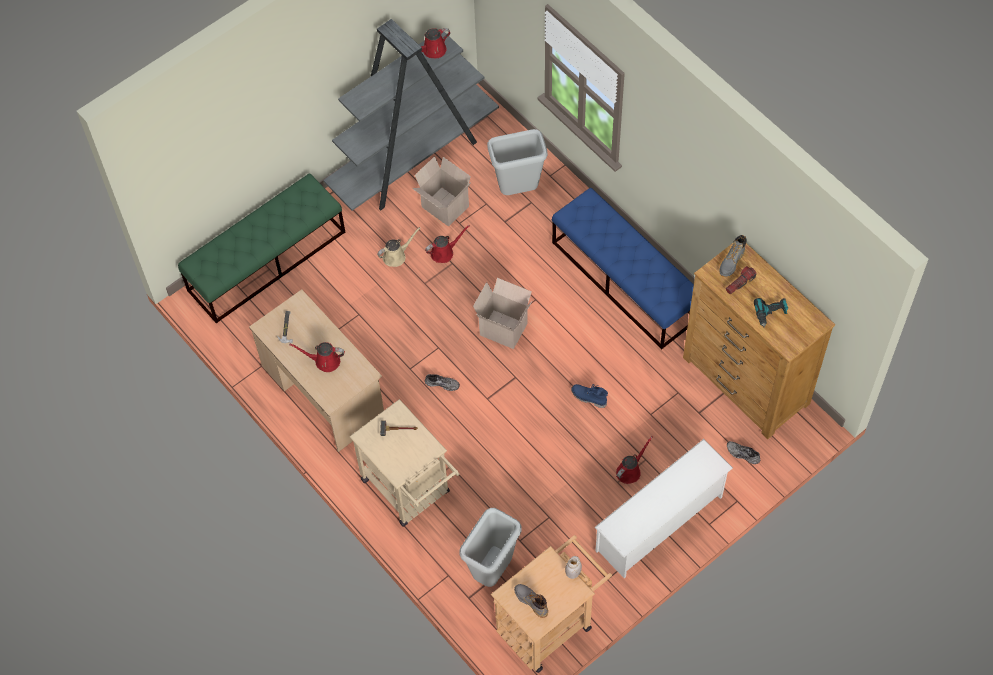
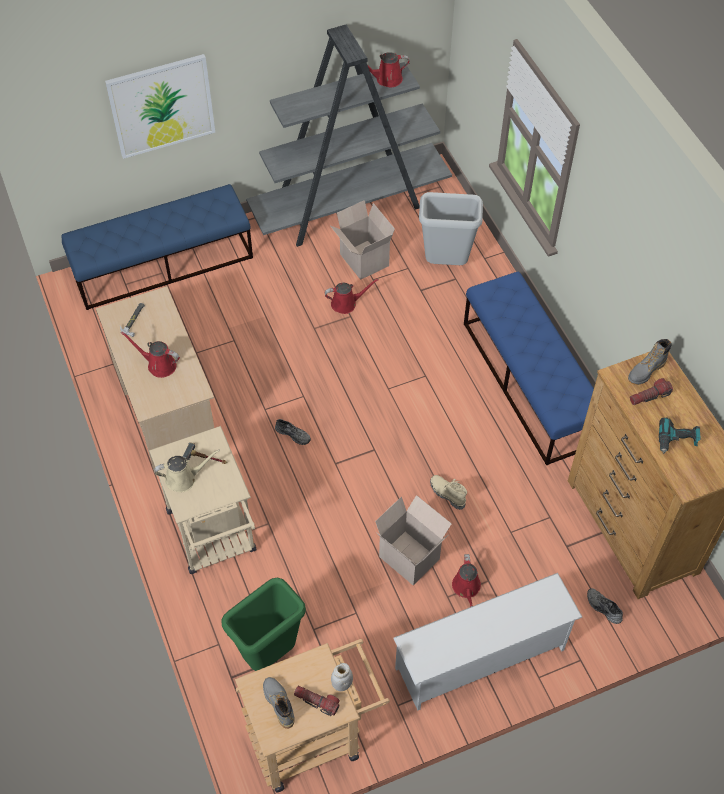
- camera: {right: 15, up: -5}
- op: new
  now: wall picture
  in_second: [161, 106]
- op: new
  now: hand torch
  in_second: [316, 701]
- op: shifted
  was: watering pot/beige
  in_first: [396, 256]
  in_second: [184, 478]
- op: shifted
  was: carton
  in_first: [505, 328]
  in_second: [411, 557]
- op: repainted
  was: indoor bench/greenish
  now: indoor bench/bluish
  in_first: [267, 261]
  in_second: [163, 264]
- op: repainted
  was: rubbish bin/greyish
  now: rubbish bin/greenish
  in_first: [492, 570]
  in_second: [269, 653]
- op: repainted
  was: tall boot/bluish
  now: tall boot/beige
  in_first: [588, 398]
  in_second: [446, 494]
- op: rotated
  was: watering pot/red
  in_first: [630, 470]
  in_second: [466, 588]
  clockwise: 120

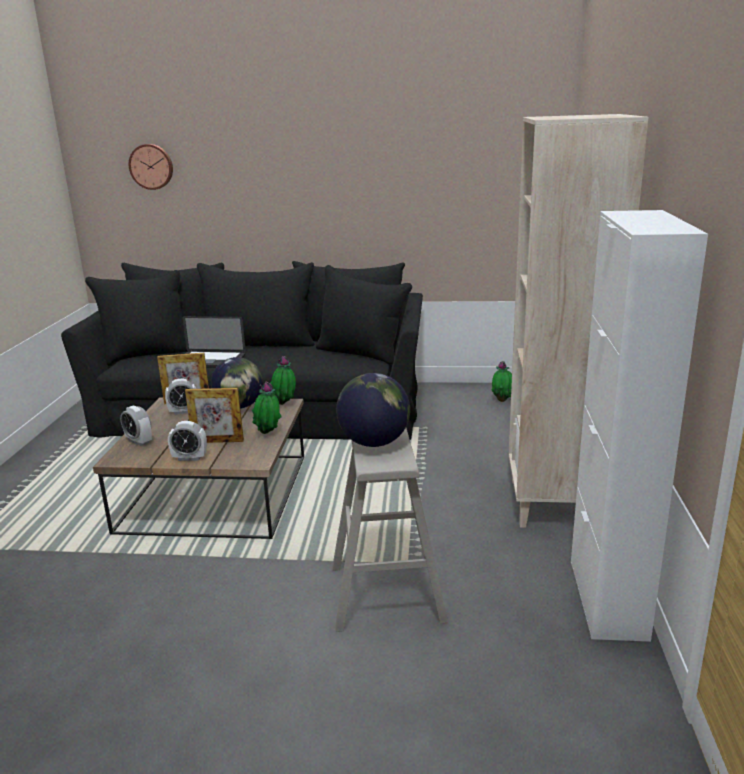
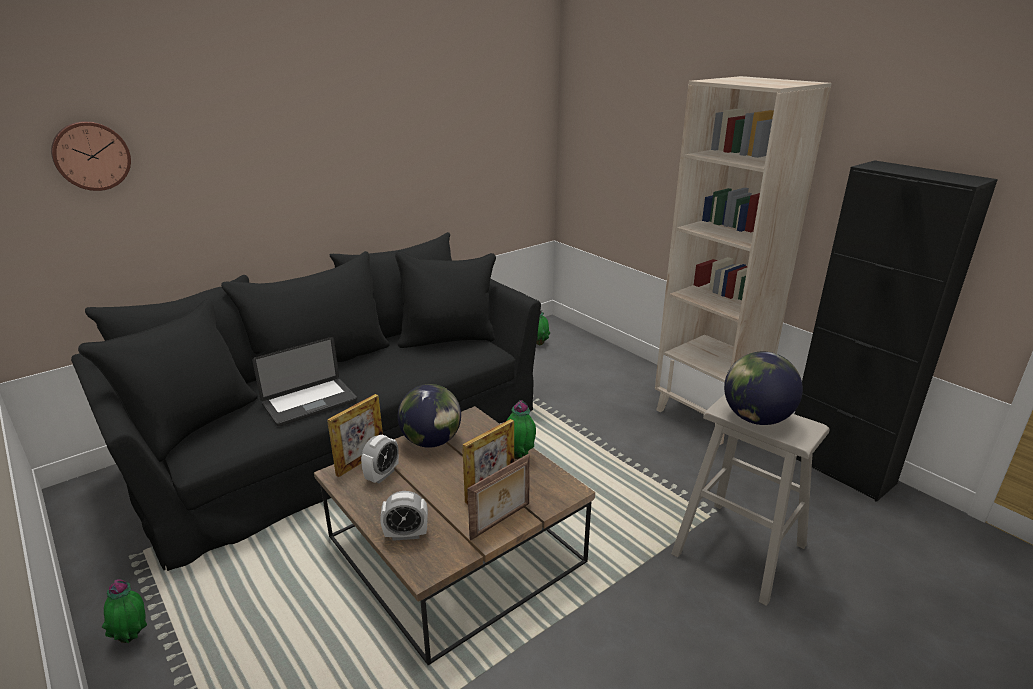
- camera: {right: -45, up: 5}
- op: shifted
  was: plant in a pot
  in_first: [285, 404]
  in_second: [133, 637]
- op: swapped
  was: table clock
  now: picture frame
  in_first: [189, 458]
  in_second: [501, 521]
- op: repainted
  was: storage cabinet/whitish
  now: storage cabinet/black-coloured
  in_first: [607, 599]
  in_second: [839, 468]

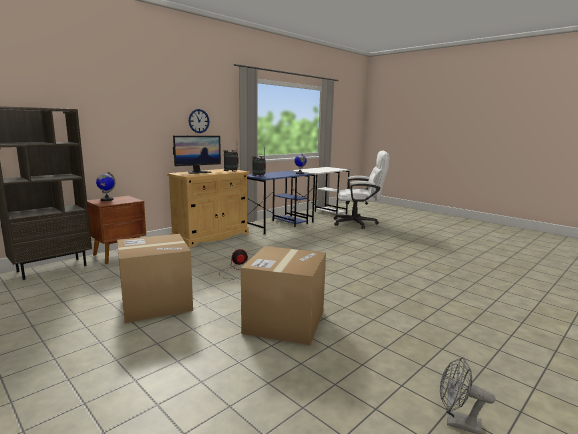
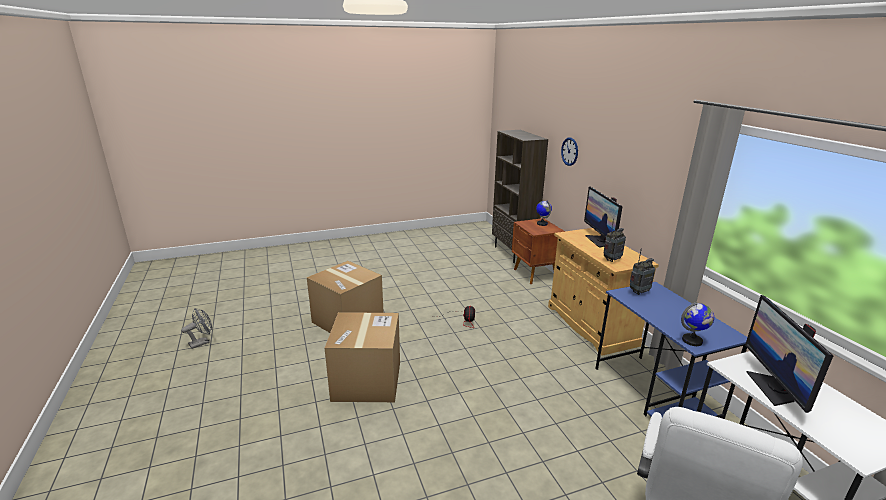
- camera: {right: 115, up: 10}
- op: new
  now: computer display
  in_second: [773, 388]
- op: shifted
  was: carton
  in_first: [156, 303]
  in_second: [367, 381]
- op: shifted
  was: hanging clock
  in_first: [198, 121]
  in_second: [569, 151]

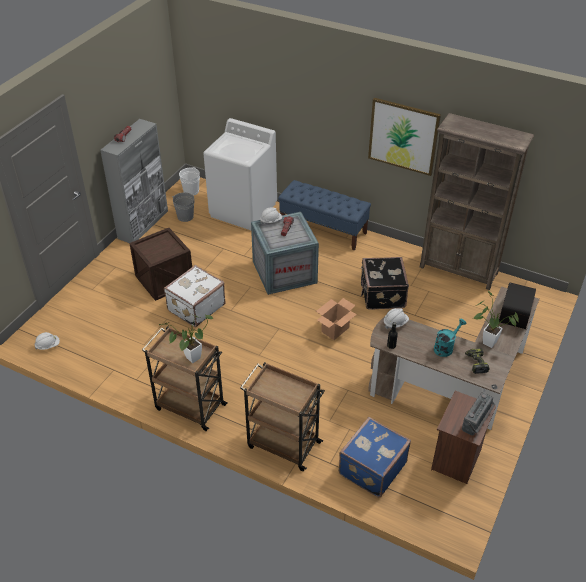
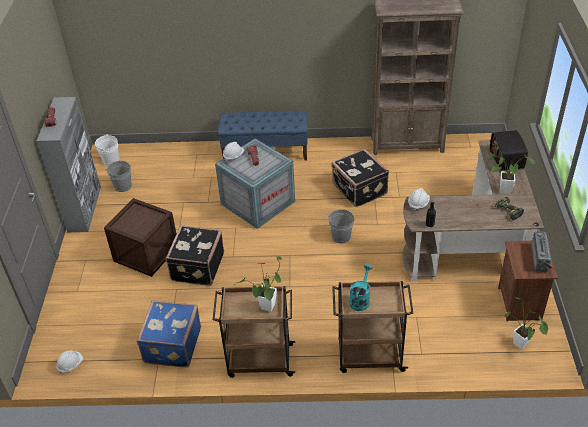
- camera: {right: -25, up: 0}
- op: gone
  was: laundry appliance/whitish
  in_first: [243, 210]
- op: gone
  was: wall picture
  in_first: [403, 136]
- op: new
  now: plant in a pot
  in_second: [522, 346]
- op: shifted
  was: piece of luggage/bluish
  in_first: [371, 468]
  in_second: [171, 345]
- op: shifted
  was: watering pot/turquoise
  in_first: [445, 347]
  in_second: [360, 299]
- op: swapped
  was: carton
  now: pail/greyish
  in_first: [335, 330]
  in_second: [341, 236]
- op: repainted
  was: piece of luggage/whitish
  now: piece of luggage/black-coloured
  in_first: [195, 307]
  in_second: [196, 267]

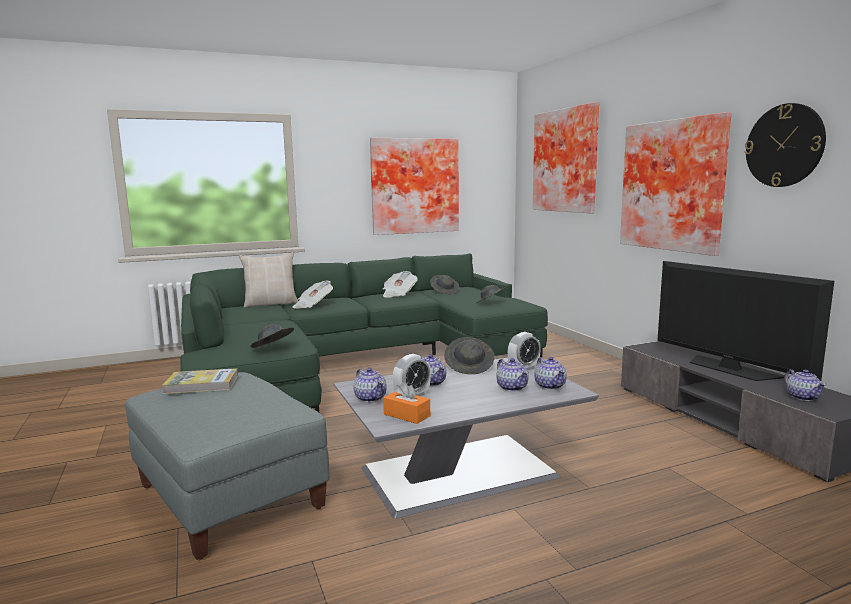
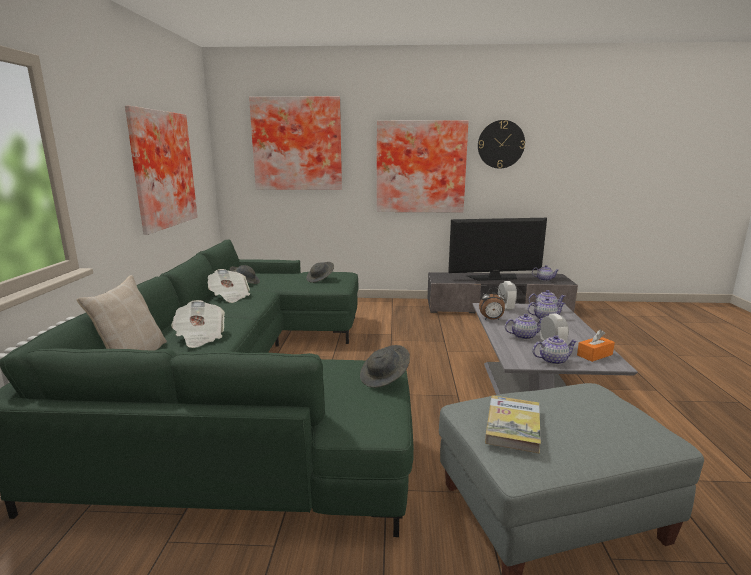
- camera: {right: -65, up: 5}
- op: swapped
  was: wearable hat/greyish
  now: table clock
  in_first: [469, 367]
  in_second: [491, 319]

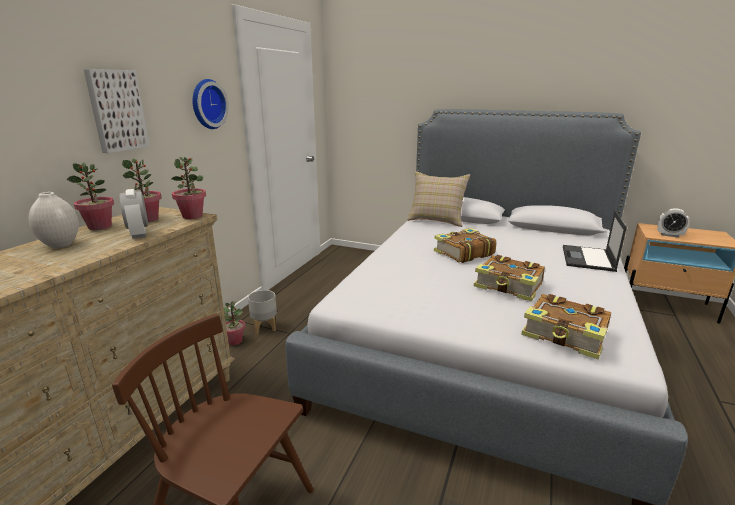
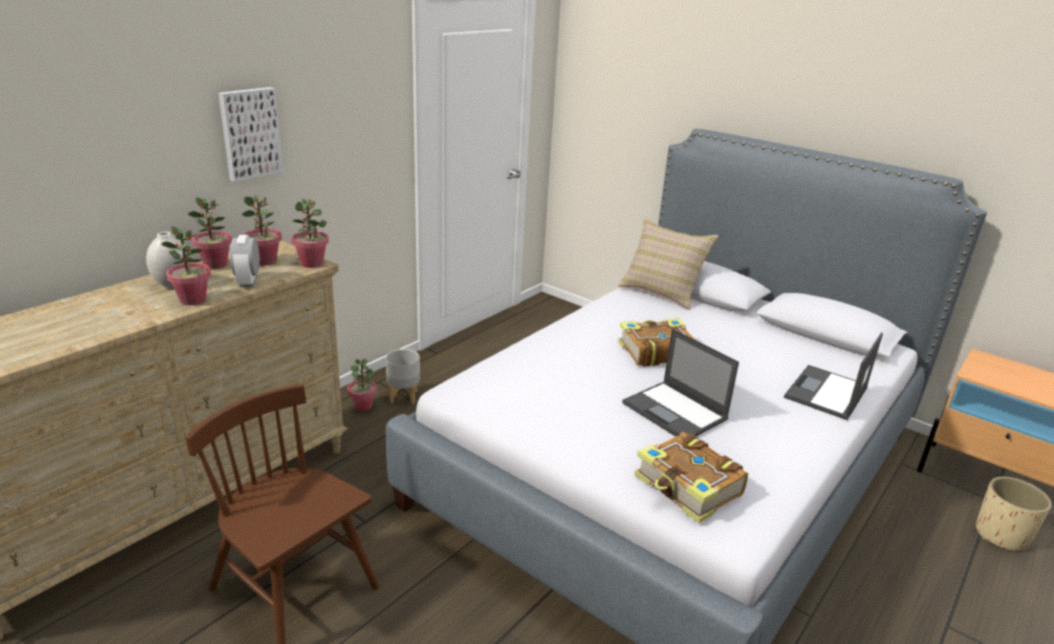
- camera: {right: 15, up: 5}
- op: gone
  was: hanging clock
  in_first: [207, 104]
- op: gone
  was: table clock
  in_first: [669, 235]
- op: new
  now: plant in a pot
  in_second: [193, 300]
- op: new
  now: planter/beige
  in_second: [1001, 535]
- op: swapped
  was: bound book
  now: portable computer
  in_first: [509, 286]
  in_second: [675, 411]

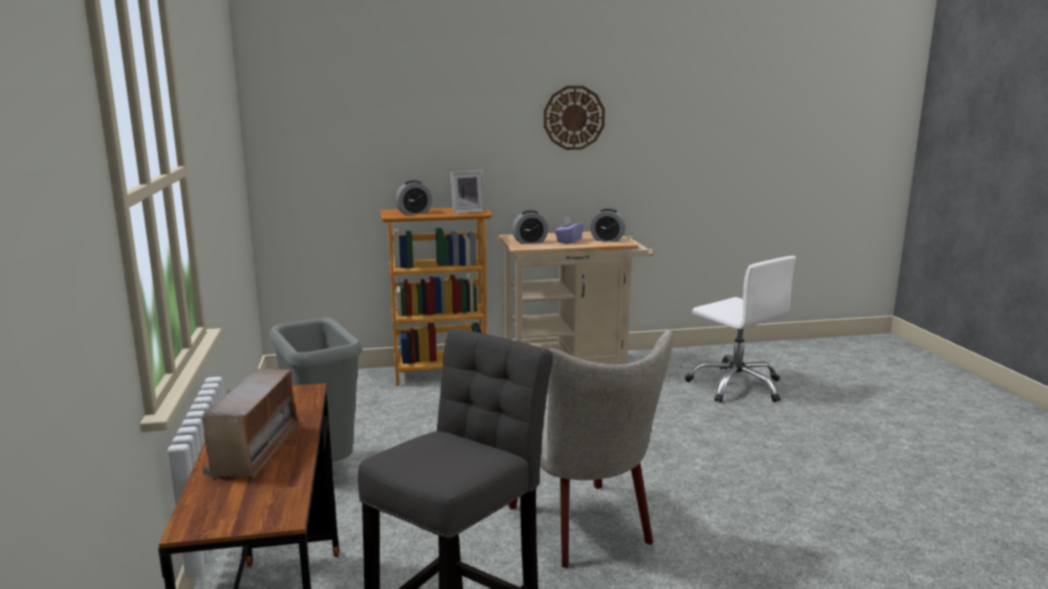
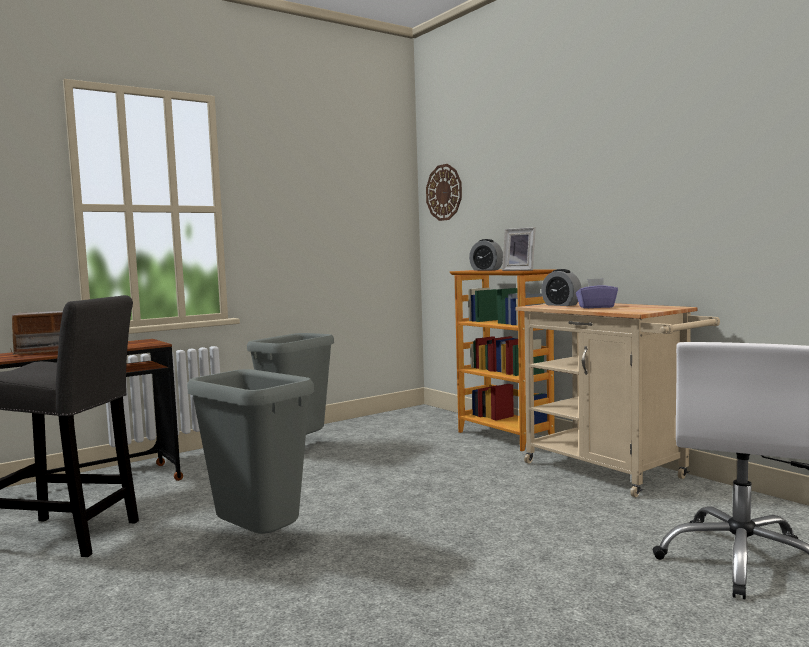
- camera: {right: 65, up: -10}
- op: gone
  was: table clock
  in_first: [607, 240]
- op: shifted
  was: hanging clock
  in_first: [574, 118]
  in_second: [444, 192]
- op: swapped
  was: chair/beige
  now: rubbish bin/greyish
  in_first: [585, 528]
  in_second: [256, 543]

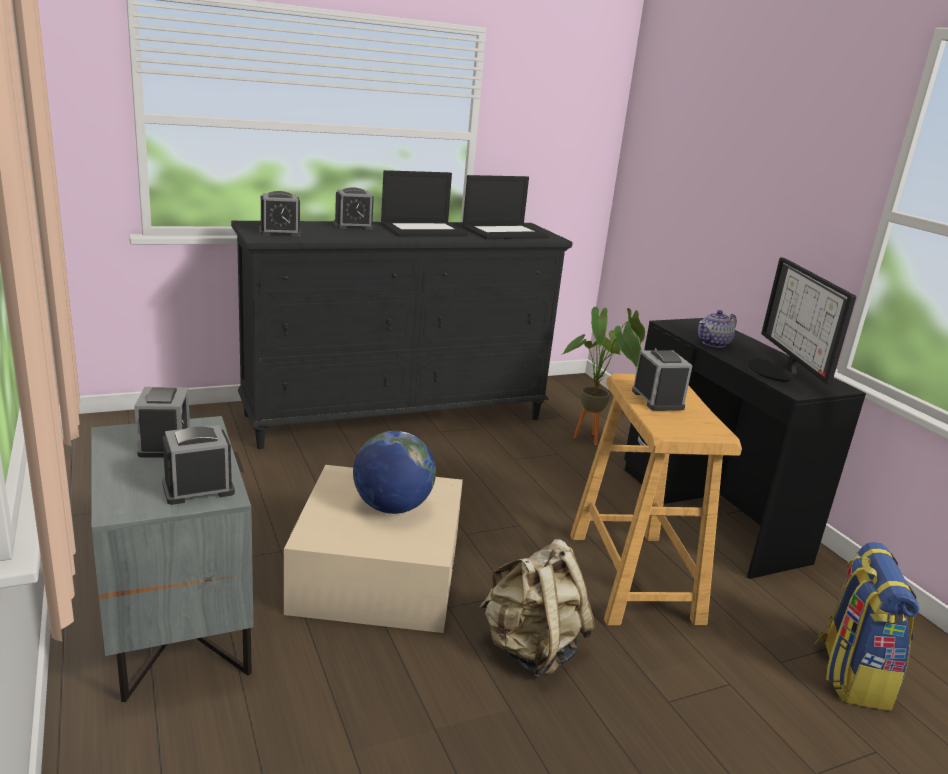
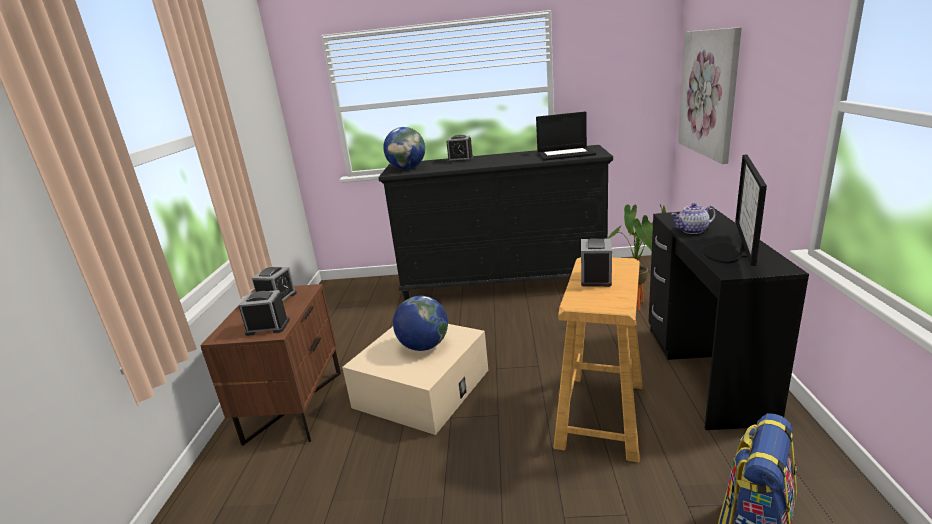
- camera: {right: 30, up: 0}
- op: gone
  was: portable computer
  in_first: [424, 230]
- op: gone
  was: knapsack/beige
  in_first: [531, 649]
- op: new
  now: wall picture
  in_second: [708, 93]
- op: swapped
  was: table clock
  now: world globe
  in_first: [280, 232]
  in_second: [407, 168]
- op: repainted
  was: bedside table/greyish
  now: bedside table/brown
  in_first: [176, 625]
  in_second: [294, 406]

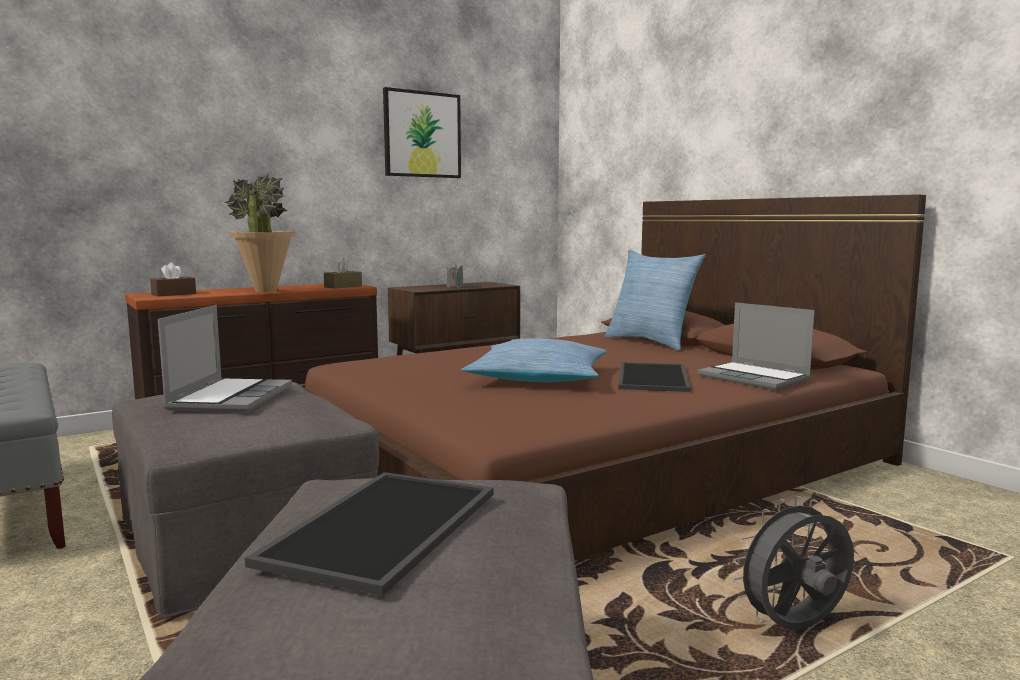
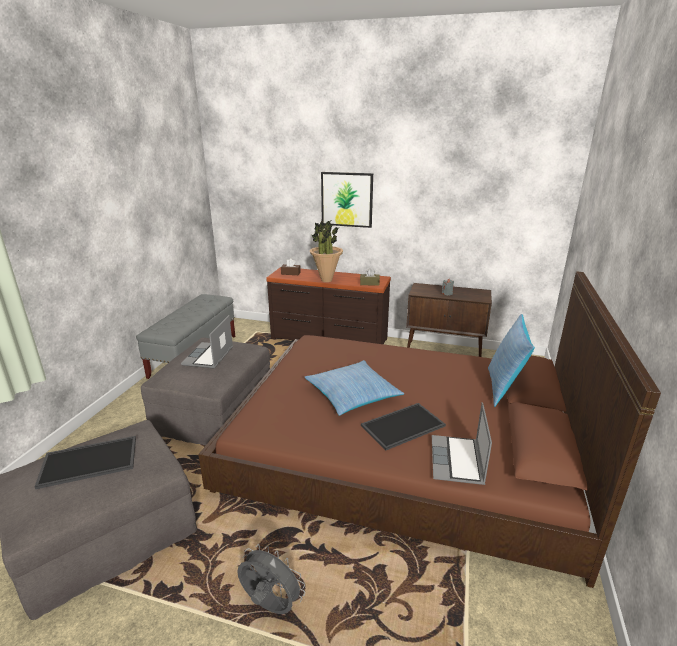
- camera: {right: 50, up: 15}
- op: shifted
  was: wall picture
  in_first: [422, 134]
  in_second: [347, 199]
- op: rotated
  was: portable computer
  in_first: [230, 398]
  in_second: [209, 357]
  clockwise: 135

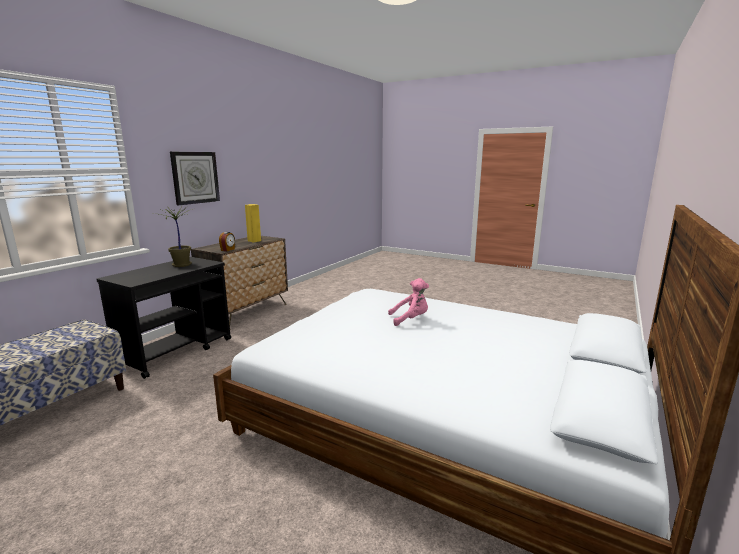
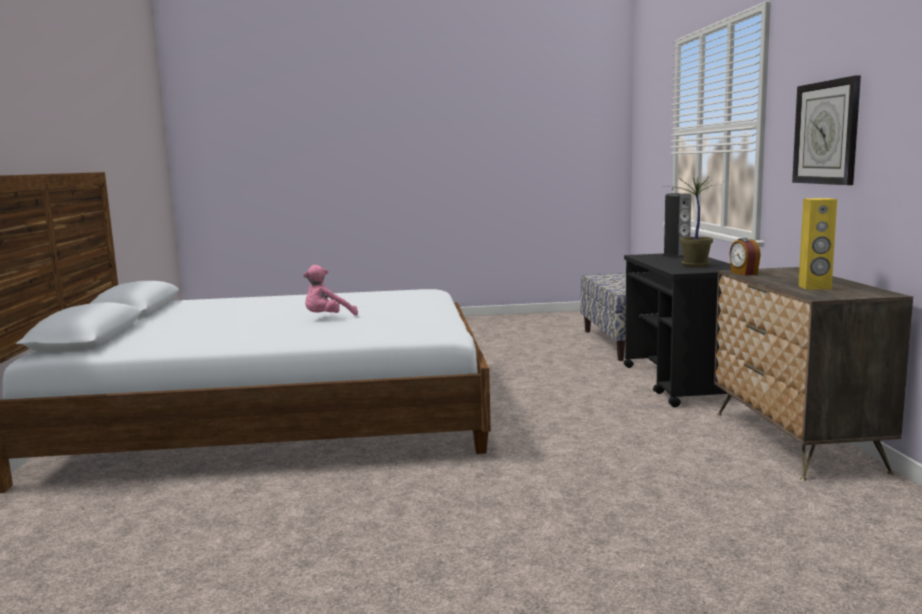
- camera: {right: 145, up: -5}
- op: new
  now: audio speaker
  in_second: [676, 256]

